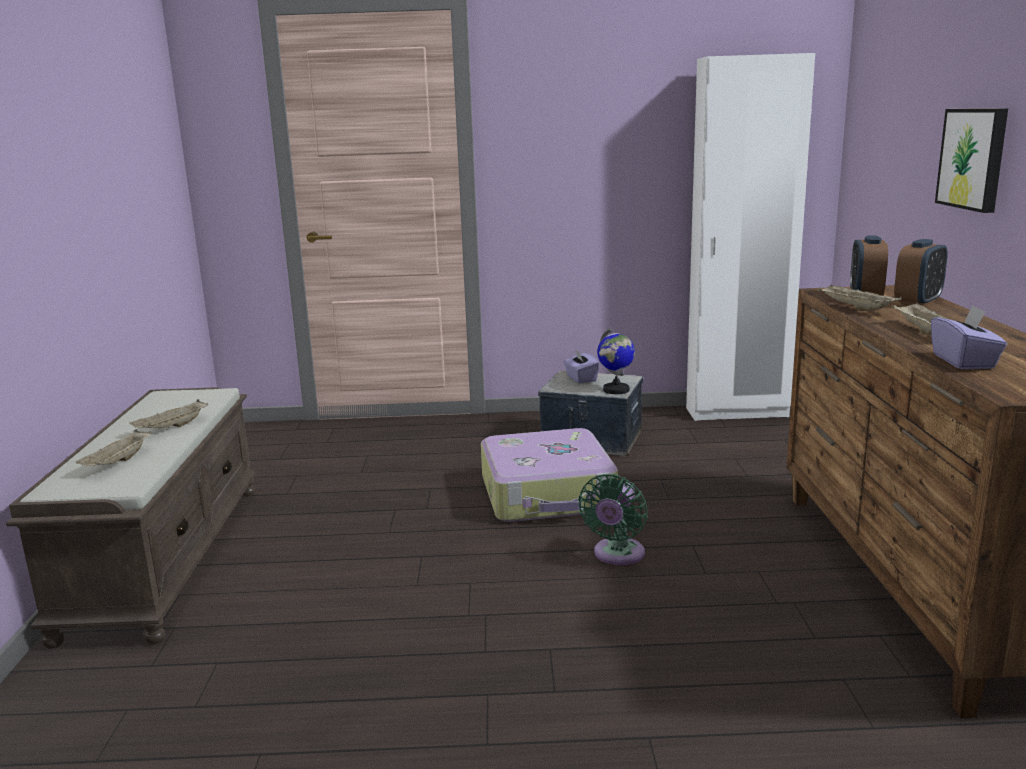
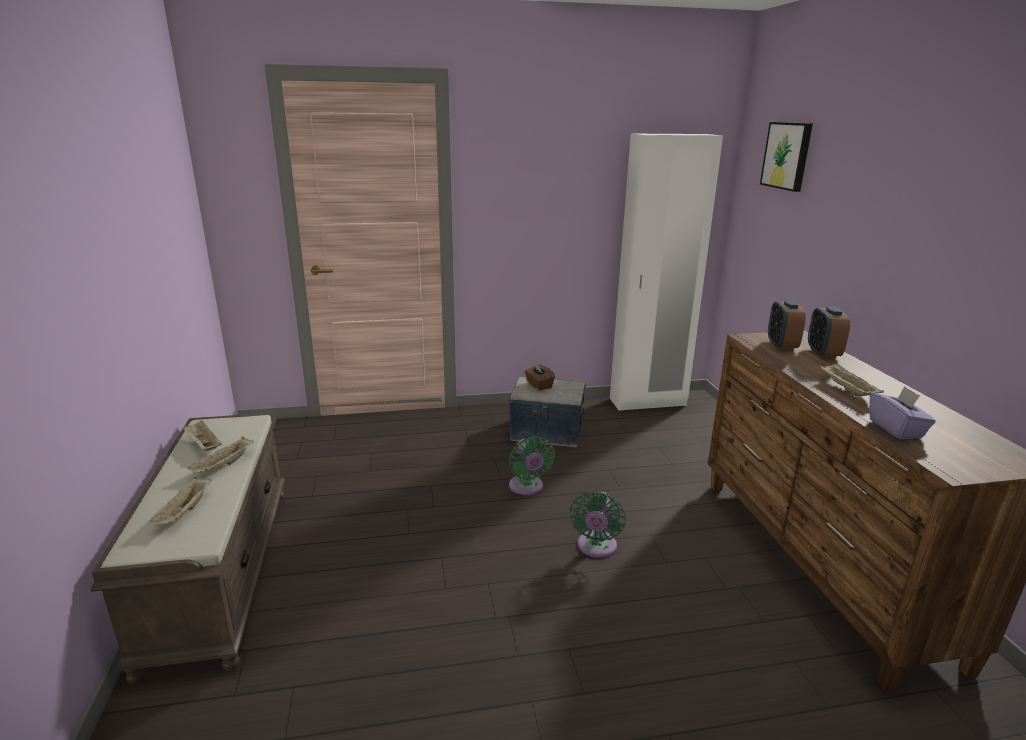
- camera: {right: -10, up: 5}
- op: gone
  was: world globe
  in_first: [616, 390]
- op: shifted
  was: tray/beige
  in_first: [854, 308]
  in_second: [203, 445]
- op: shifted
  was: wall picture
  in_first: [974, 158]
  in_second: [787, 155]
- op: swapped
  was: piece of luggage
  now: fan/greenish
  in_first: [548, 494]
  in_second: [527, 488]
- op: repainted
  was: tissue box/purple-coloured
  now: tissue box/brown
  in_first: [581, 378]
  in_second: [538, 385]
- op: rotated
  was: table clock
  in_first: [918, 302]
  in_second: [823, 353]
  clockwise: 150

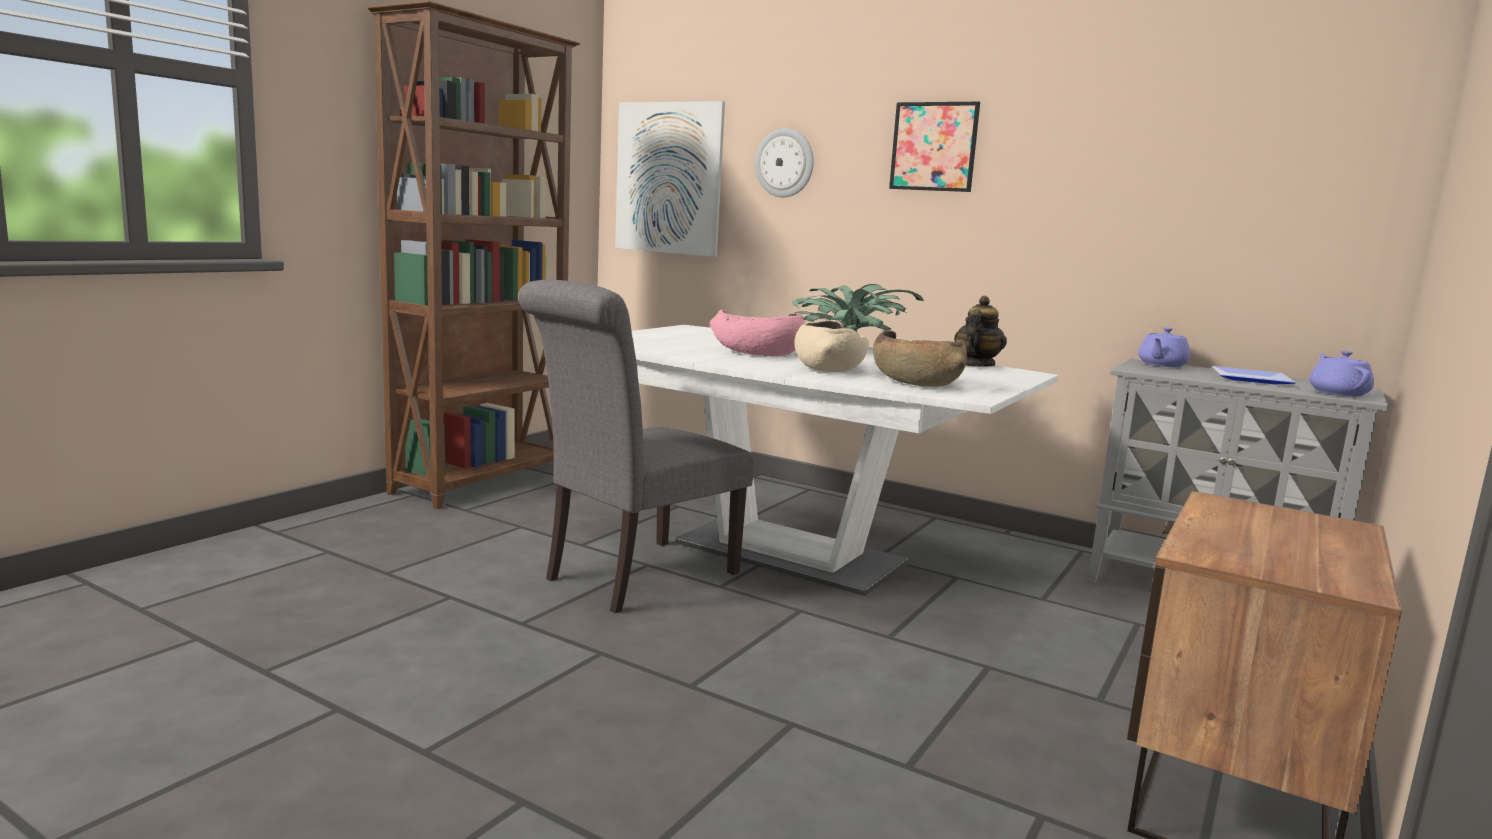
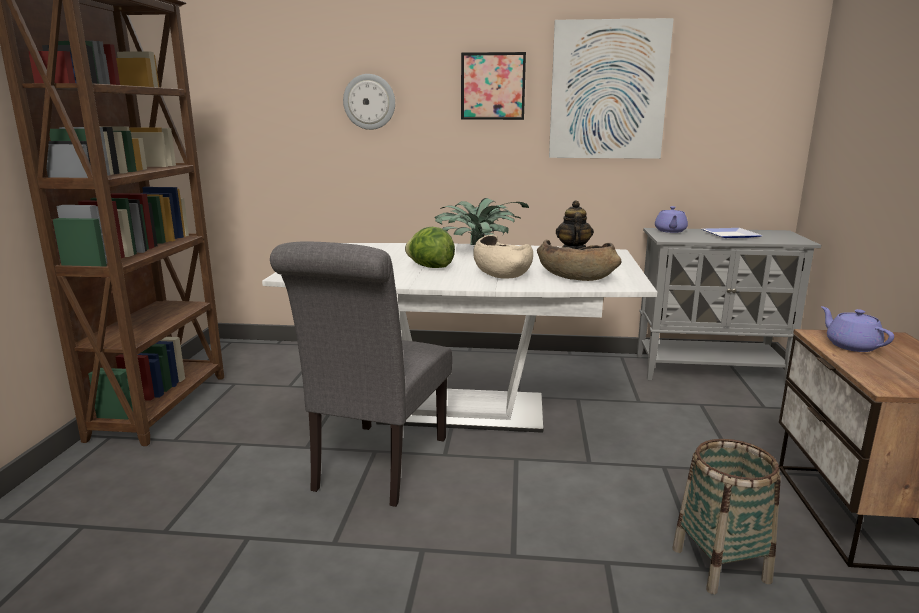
- camera: {right: -25, up: 5}
- op: new
  now: basket
  in_second: [720, 565]
- op: shifted
  was: wall picture
  in_first: [668, 178]
  in_second: [608, 90]
- op: shifted
  was: teapot/purple-coloured
  in_first: [1337, 393]
  in_second: [851, 345]
- op: swapped
  was: bowl/pinkish
  now: lettuce
  in_first: [757, 353]
  in_second: [430, 267]

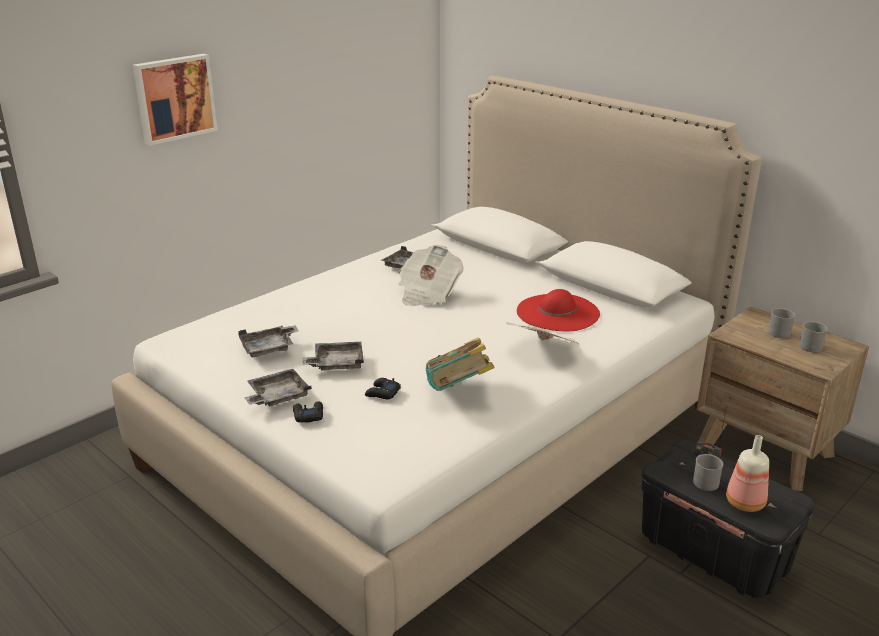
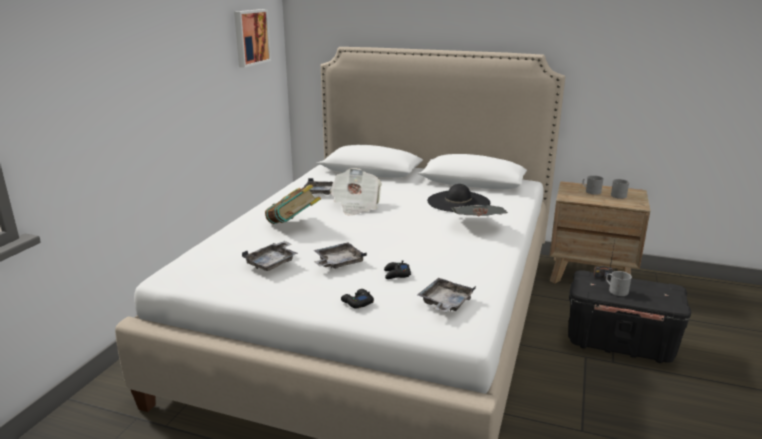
- camera: {right: -25, up: -5}
- op: gone
  was: drink bottle
  in_first: [745, 504]
- op: shifted
  was: wall picture
  in_first: [174, 98]
  in_second: [250, 37]
- op: shifted
  was: tray/greyish
  in_first: [277, 396]
  in_second: [445, 303]
- op: shifted
  was: bound book
  in_first: [459, 392]
  in_second: [293, 226]
- op: repainted
  was: wearable hat/red
  now: wearable hat/black-coloured
  in_first: [558, 312]
  in_second: [458, 202]

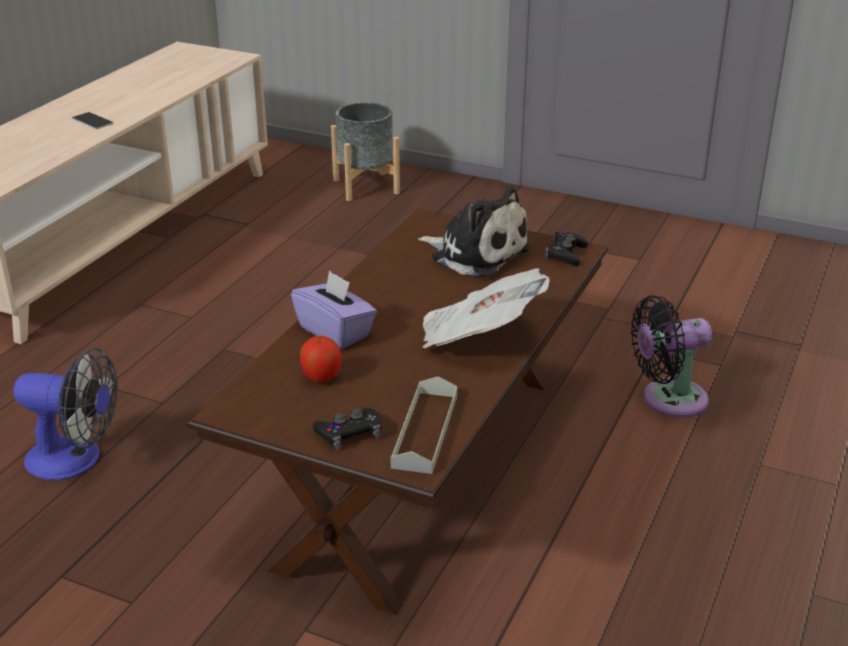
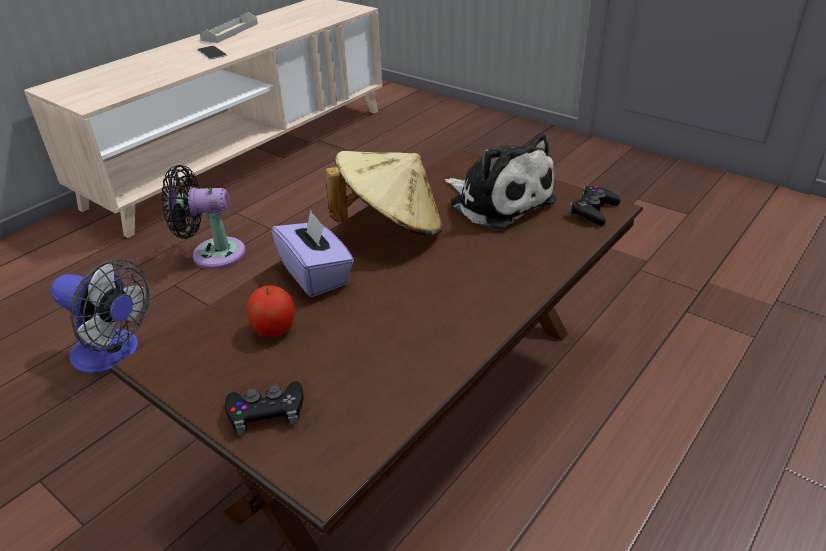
- camera: {right: 15, up: 5}
- op: gone
  was: planter/greyish
  in_first: [366, 186]
- op: gone
  was: daily paper
  in_first: [478, 338]
- op: new
  now: wearable hat/beige
  in_second: [391, 227]
- op: shifted
  was: tray/greyish
  in_first: [425, 431]
  in_second: [230, 32]
- op: shifted
  was: fan/black-coloured
  in_first: [668, 400]
  in_second: [213, 254]

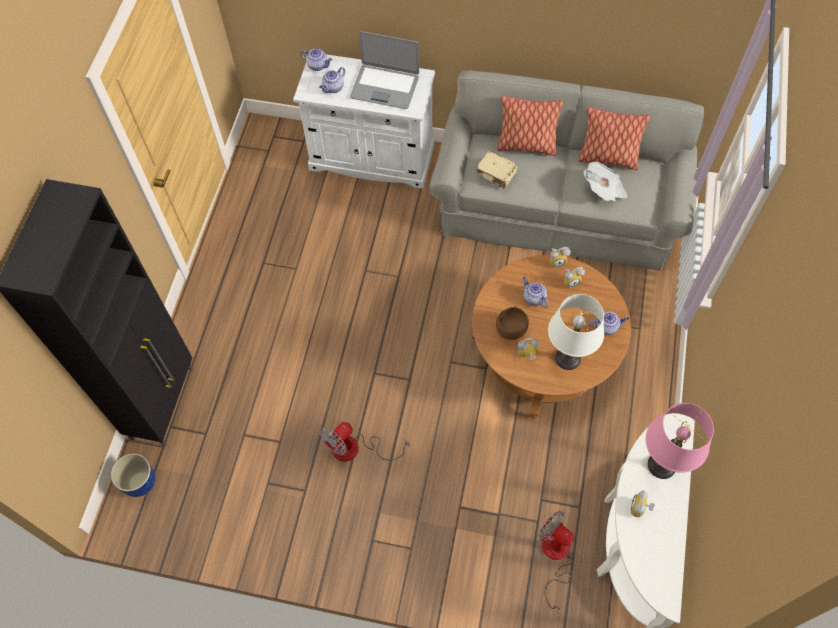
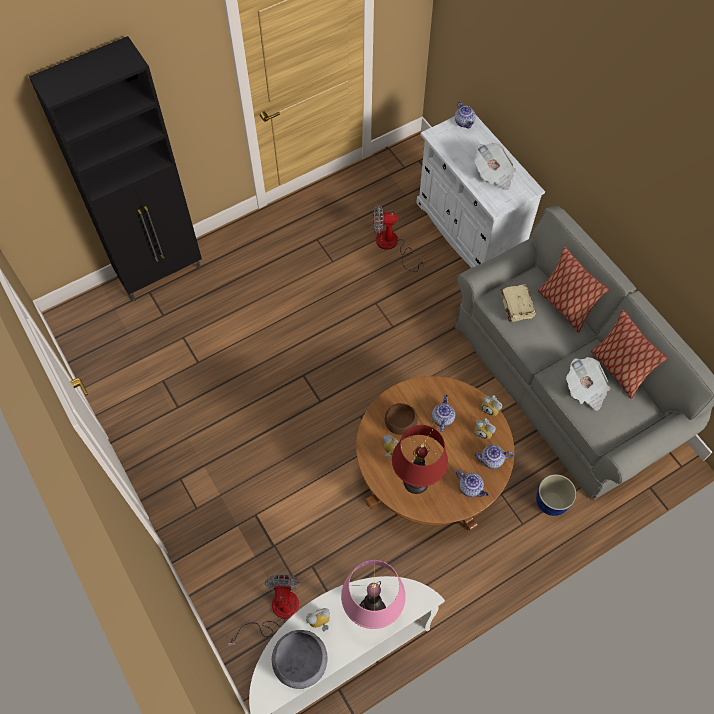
- camera: {right: 45, up: 0}
- op: new
  now: bowl/greyish
  in_second: [300, 661]
- op: shifted
  was: planter
  in_first: [140, 482]
  in_second: [550, 502]
- op: shifted
  was: teapot
  in_first: [333, 88]
  in_second: [491, 460]
- op: shifted
  was: fan
  in_first: [355, 449]
  in_second: [392, 246]
- op: swapped
  was: portable computer
  now: daily paper
  in_first: [385, 87]
  in_second: [494, 174]
- op: repainted
  was: tabletop lamp/whitish
  now: tabletop lamp/red
  in_first: [568, 358]
  in_second: [416, 482]

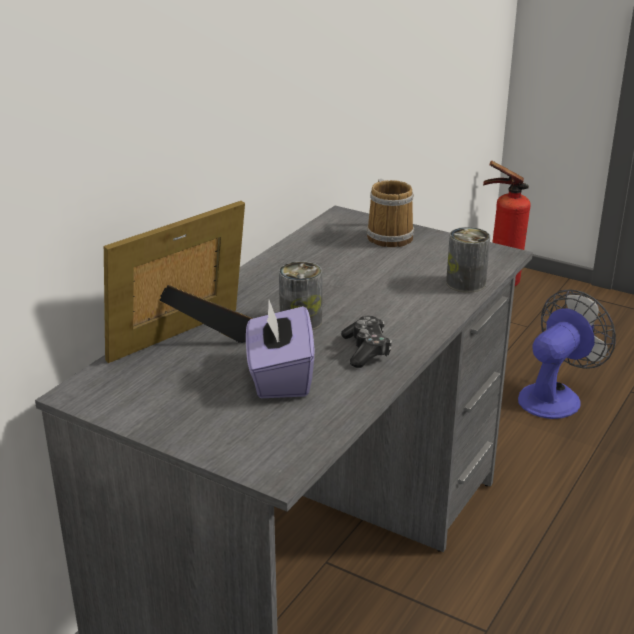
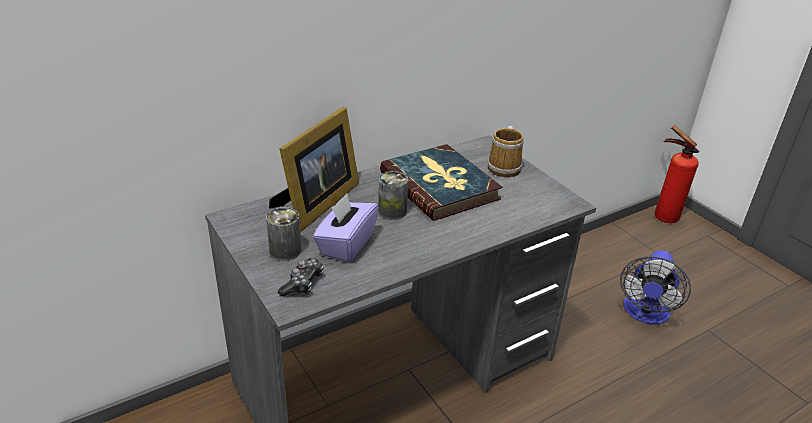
- camera: {right: 25, up: 5}
- op: new
  now: bound book
  in_second: [440, 186]
- op: shifted
  was: joypad
  in_first: [366, 350]
  in_second: [303, 283]
- op: shifted
  was: can
  in_first: [465, 283]
  in_second: [285, 250]
- op: rotated
  was: picture frame
  in_first: [189, 340]
  in_second: [317, 203]
  clockwise: 135
- op: rotated
  was: fan
  in_first: [555, 396]
  in_second: [645, 313]
  clockwise: 135

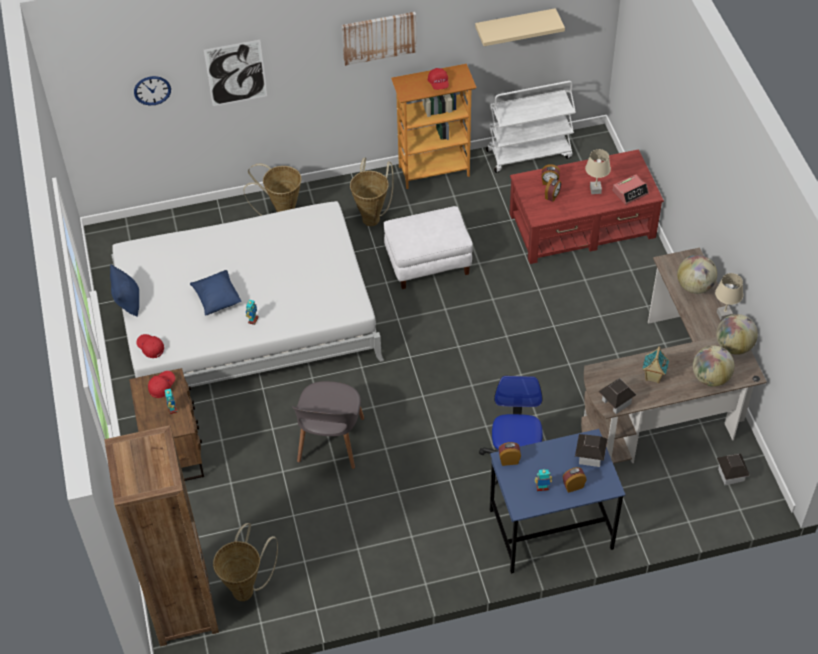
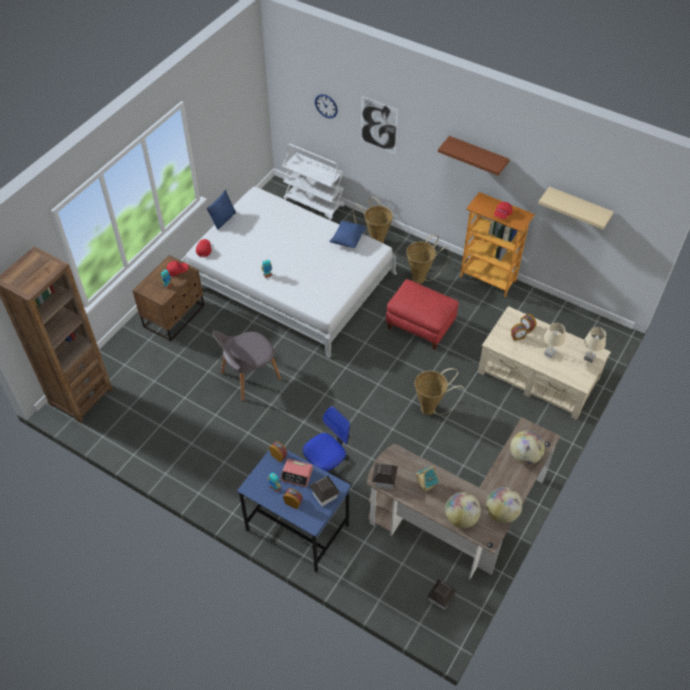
- camera: {right: 45, up: 0}
- op: shifted
  was: pillow/bluish
  in_first: [217, 299]
  in_second: [348, 239]
- op: shifted
  was: basket
  in_first: [246, 588]
  in_second: [431, 409]
- op: shifted
  was: cart/whitish
  in_first: [529, 153]
  in_second: [314, 204]
- op: shifted
  was: table clock
  in_first: [630, 192]
  in_second: [297, 475]
- op: shifted
  was: tabletop lamp/beige
  in_first: [724, 315]
  in_second: [589, 358]
- op: swapped
  was: wall picture
  now: shelf/brown
  in_first: [379, 37]
  in_second: [477, 156]
- op: repainted
  was: footrest/whitish
  now: footrest/red
  in_first: [428, 262]
  in_second: [420, 325]
- op: repainted
  was: lounge table/red
  now: lounge table/beige
  in_first: [583, 226]
  in_second: [538, 376]

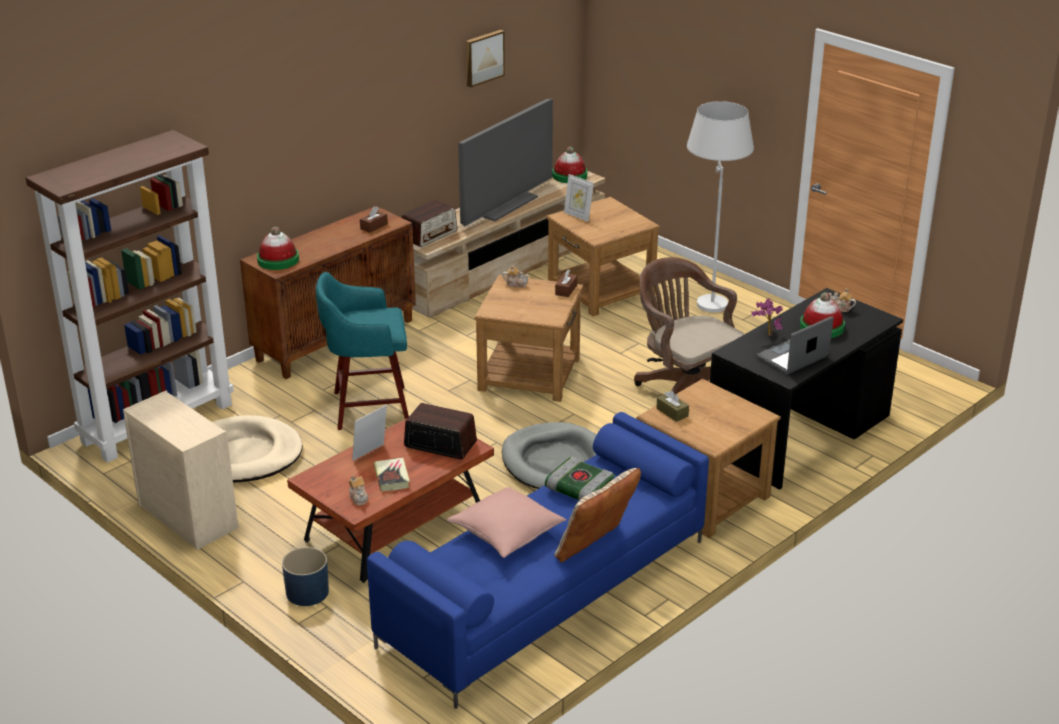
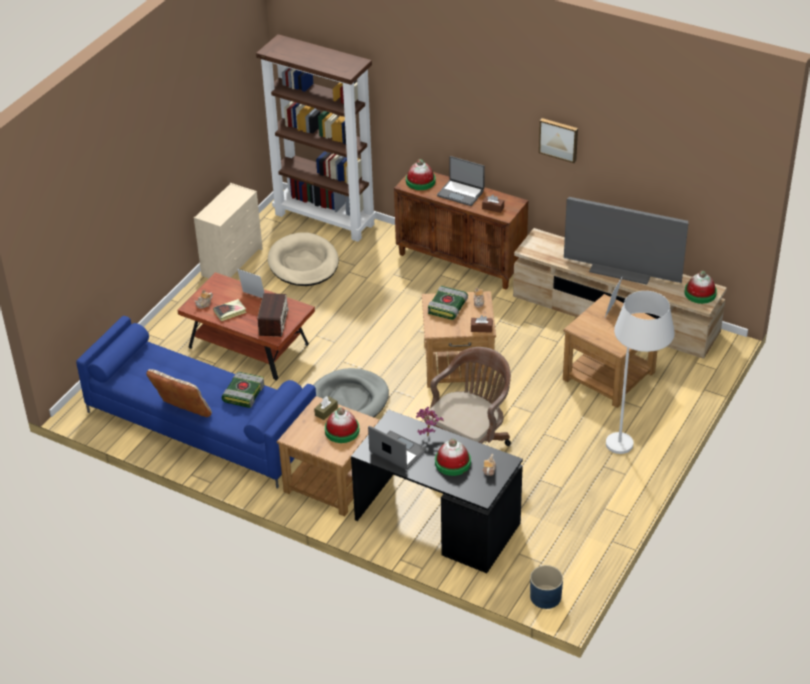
- camera: {right: 75, up: 10}
- op: gone
  was: sitting stool/turquoise
  in_first: [368, 408]
- op: gone
  was: radio receiver
  in_first: [429, 235]
- op: gone
  was: pillow/pinkish
  in_first: [506, 533]
- op: new
  now: wearable hat
  in_second: [342, 430]
- op: new
  now: bound book
  in_second: [448, 307]
- op: new
  now: portable computer
  in_second: [461, 193]
- op: shifted
  was: planter/bluish
  in_first: [307, 592]
  in_second: [545, 596]
- op: shifted
  was: wall picture
  in_first: [483, 57]
  in_second: [559, 139]

